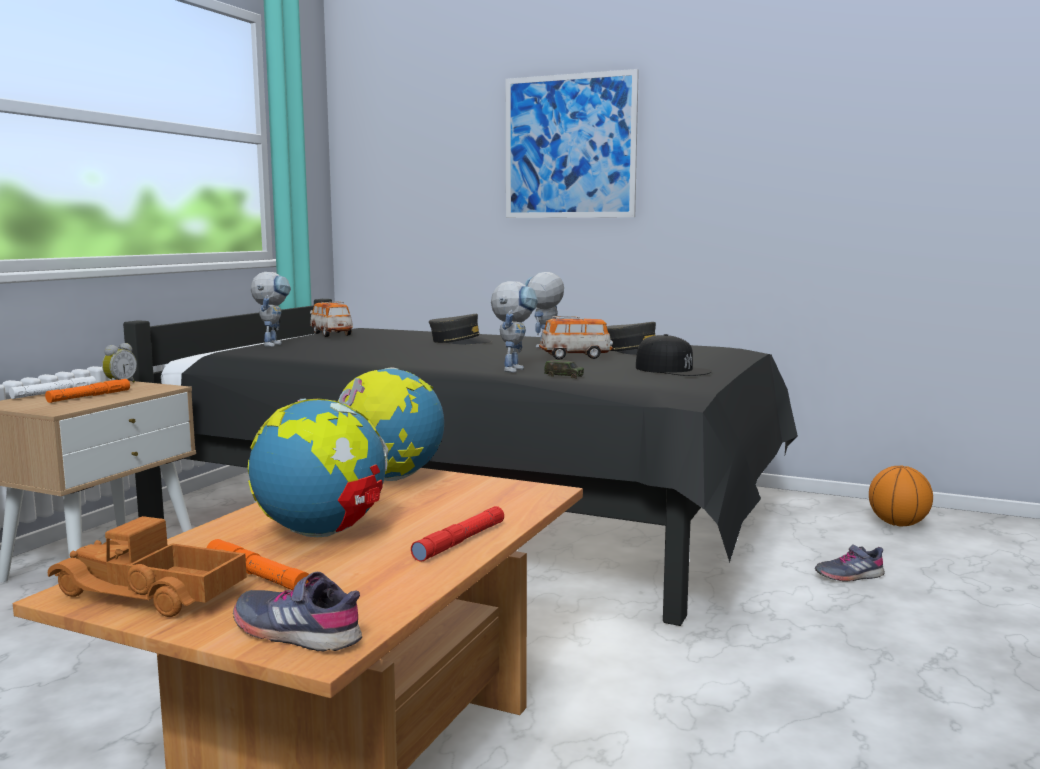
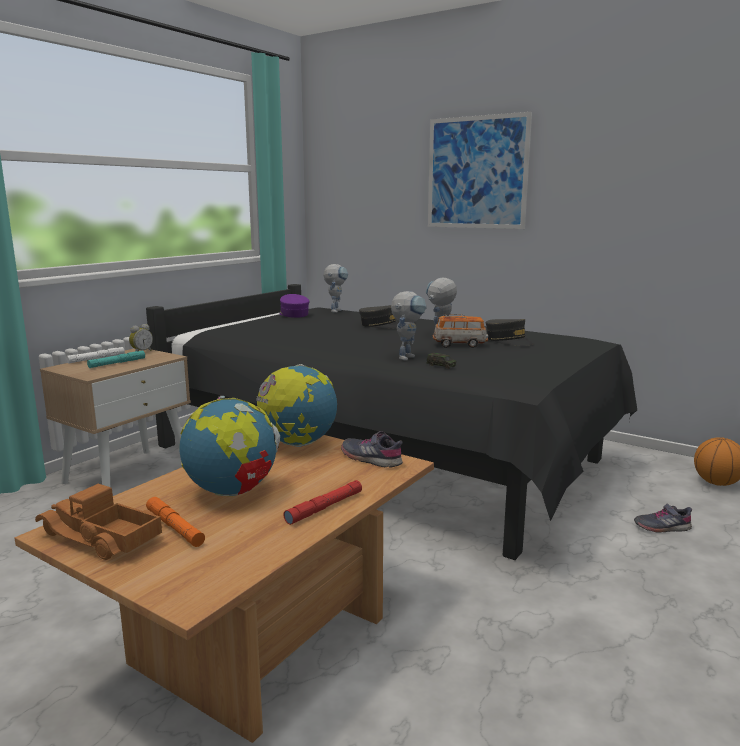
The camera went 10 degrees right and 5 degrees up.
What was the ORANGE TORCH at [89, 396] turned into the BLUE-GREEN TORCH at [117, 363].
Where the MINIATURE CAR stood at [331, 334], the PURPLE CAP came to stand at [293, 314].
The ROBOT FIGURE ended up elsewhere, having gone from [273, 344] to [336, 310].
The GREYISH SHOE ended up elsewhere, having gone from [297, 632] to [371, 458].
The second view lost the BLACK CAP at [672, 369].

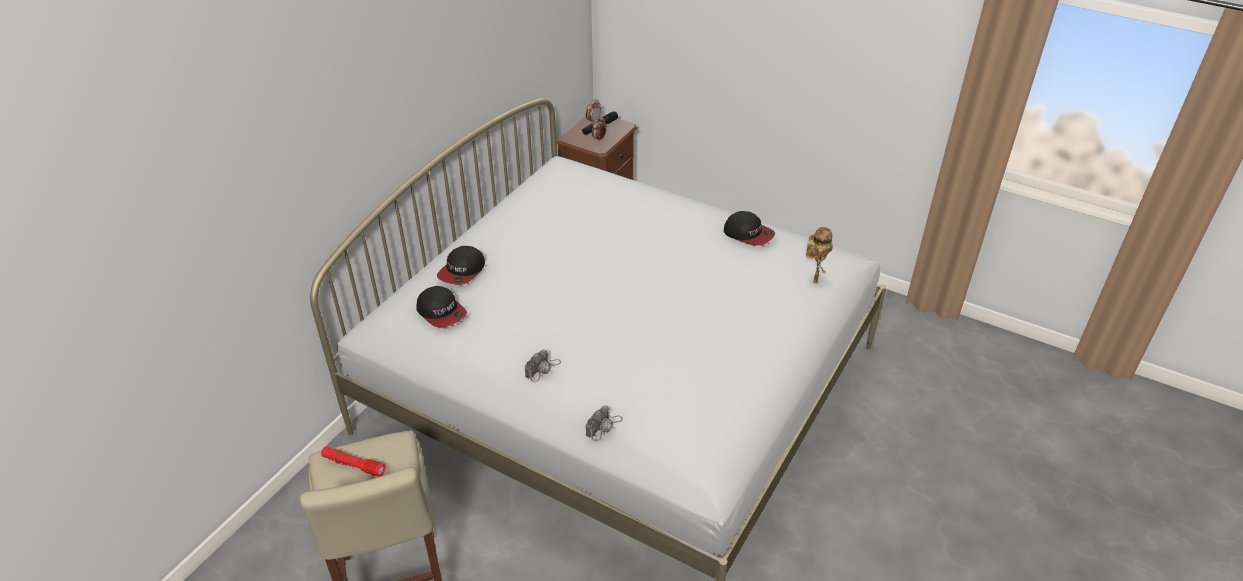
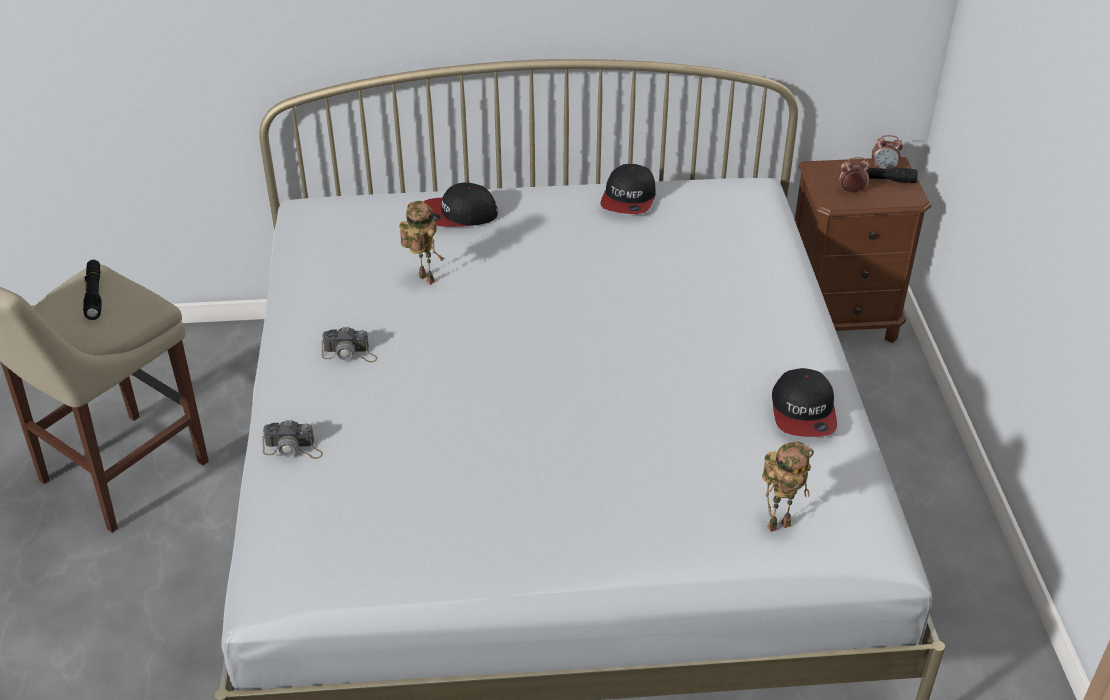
The camera went 55 degrees right and 0 degrees up.
What was the REDDISH TORCH at [353, 465] turned into the BLACK TORCH at [94, 295].
The second view gained the ROBOT FIGURE at [423, 279].
The CAP ended up elsewhere, having gone from [441, 312] to [629, 198].

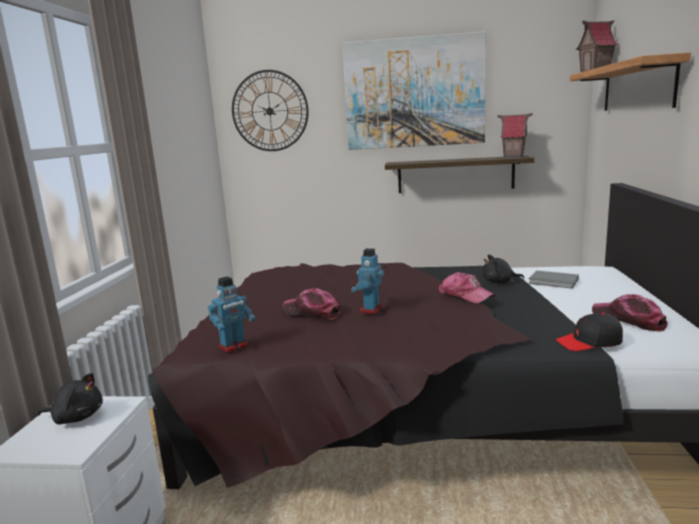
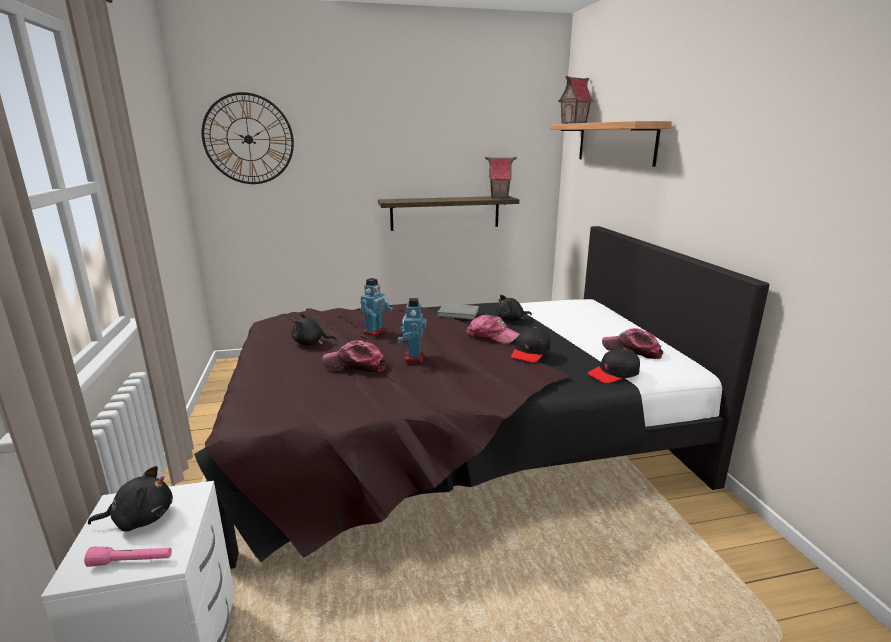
The camera went 20 degrees left and 5 degrees up.
The second view gained the PINK-COLOURED TORCH at [131, 561].
The second view gained the BLACK CUDDLY TOY at [310, 343].
The ROBOT FIGURE ended up elsewhere, having gone from [234, 346] to [375, 332].
The GREYISH BOUND BOOK ended up elsewhere, having gone from [554, 282] to [459, 313].
The second view gained the BLACK CAP at [530, 352].
The second view lost the PICTURE at [414, 93].

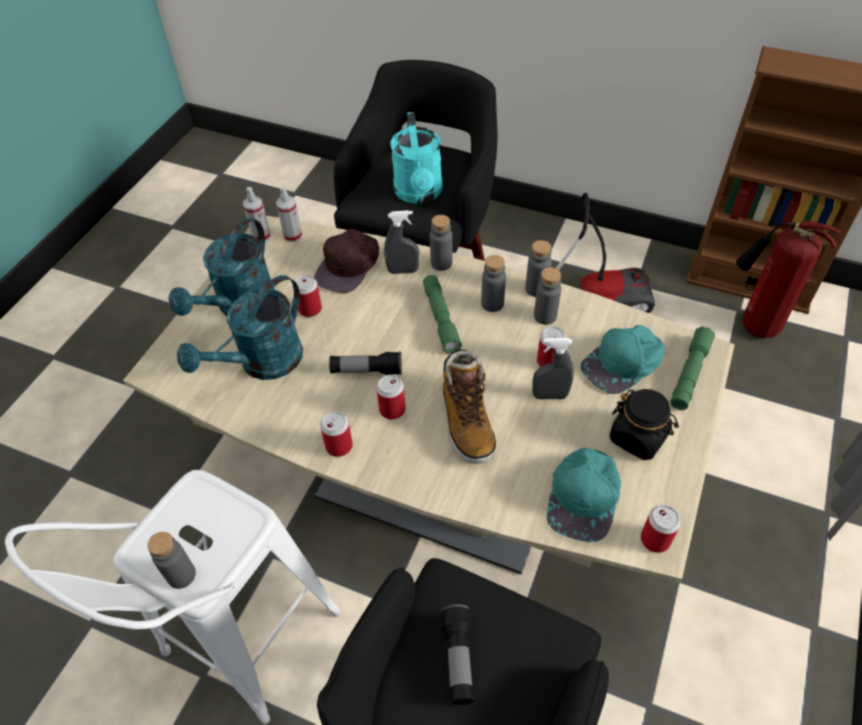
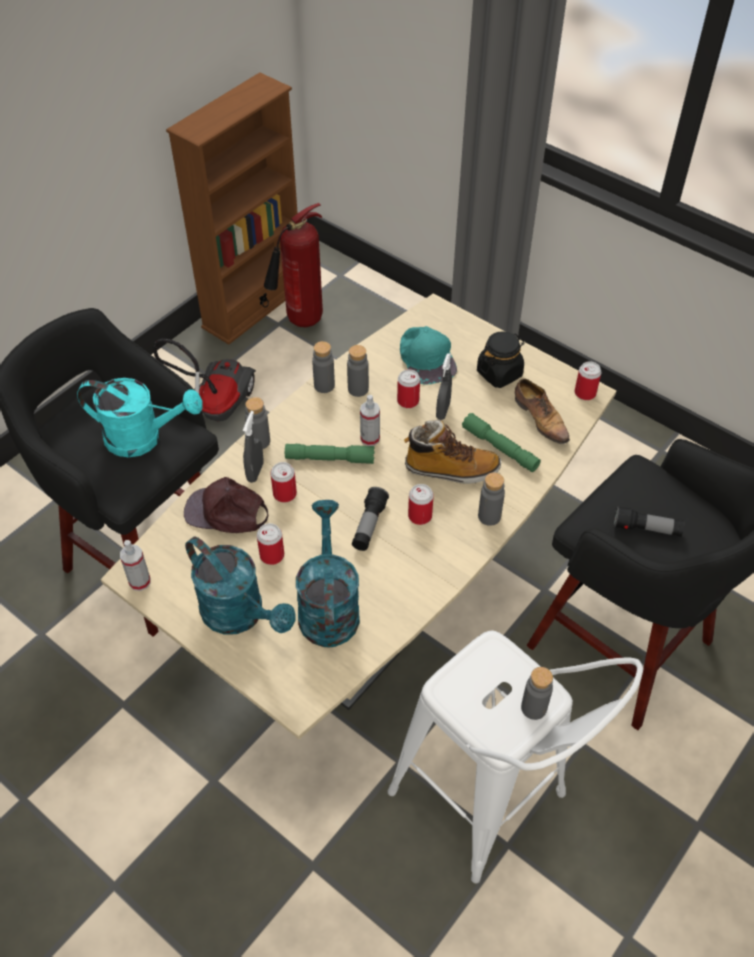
The camera went 75 degrees left and 0 degrees up.
The BROWN CAP at [349, 265] ended up facing another way, 150 degrees clockwise from before.
The METAL CAN ended up elsewhere, having gone from [339, 446] to [285, 494].
The BLUE-GREEN WATERING CAN at [262, 364] ended up facing another way, 150 degrees counterclockwise from before.
The HAND SPRAYER ended up elsewhere, having gone from [293, 236] to [370, 439].
The GREEN-COLOURED TORCH ended up elsewhere, having gone from [690, 373] to [500, 448].
The GREYISH BOTTLE ended up elsewhere, having gone from [492, 304] to [489, 516].
Where the BLUE-GREEN CAP stood at [584, 496], the SHOE came to stand at [540, 419].

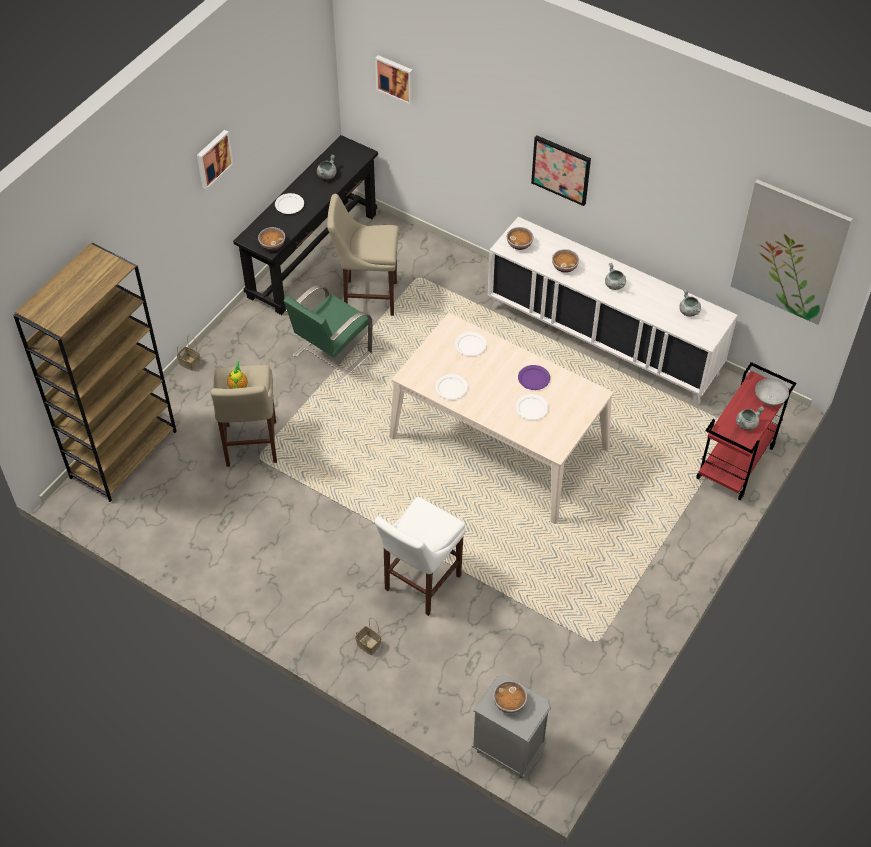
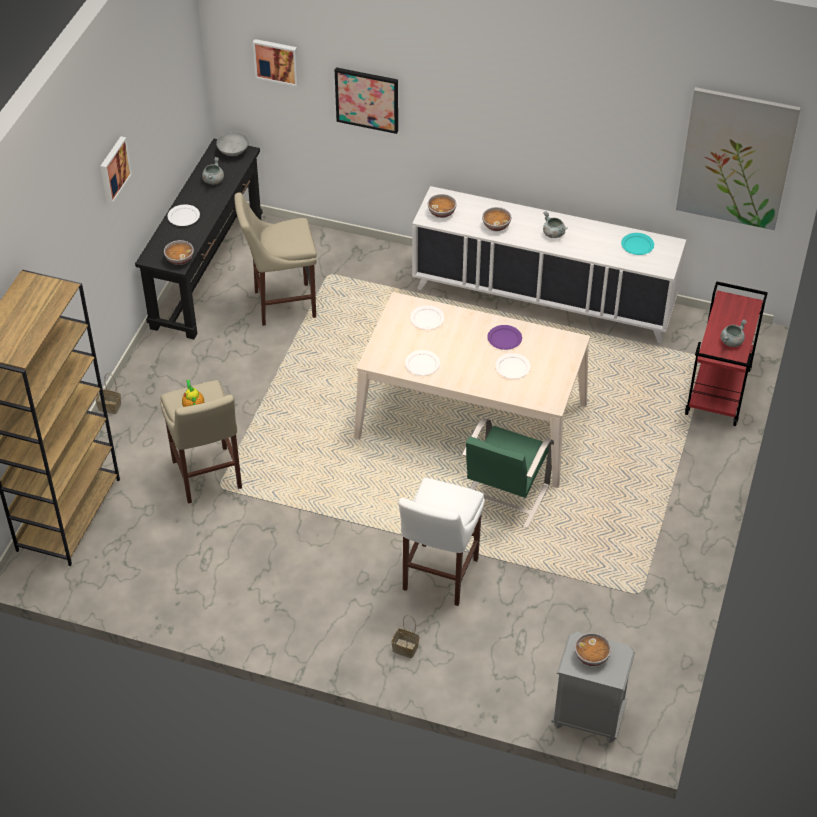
The camera went 15 degrees left and 5 degrees down.
The GREYISH DEEP DISH ended up elsewhere, having gone from [769, 398] to [232, 152].
The PICTURE ended up elsewhere, having gone from [561, 169] to [367, 99].
The GREEN-COLOURED CHAIR ended up elsewhere, having gone from [330, 354] to [504, 496].
Where the GREYISH STOCKPOT stood at [689, 311], the BLUE-GREEN DINNER PLATE came to stand at [637, 245].

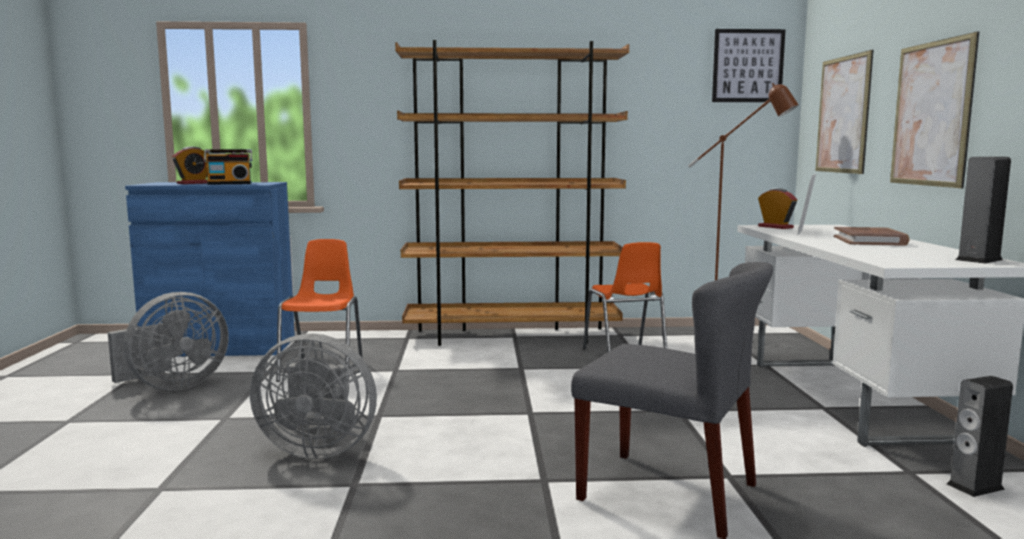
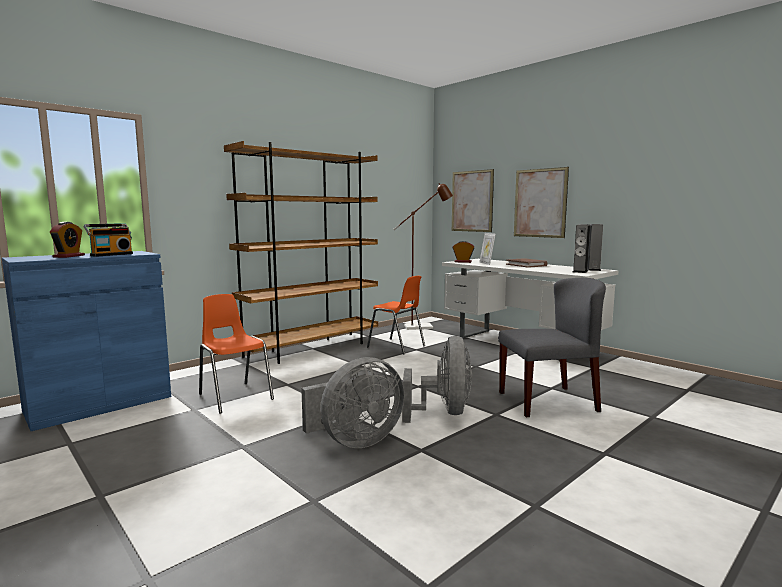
The camera went 40 degrees left and 0 degrees up.
The GREYISH FAN ended up elsewhere, having gone from [172, 386] to [444, 413].
The SPEAKER ended up elsewhere, having gone from [975, 486] to [580, 271].
The second view lost the PICTURE at [748, 66].

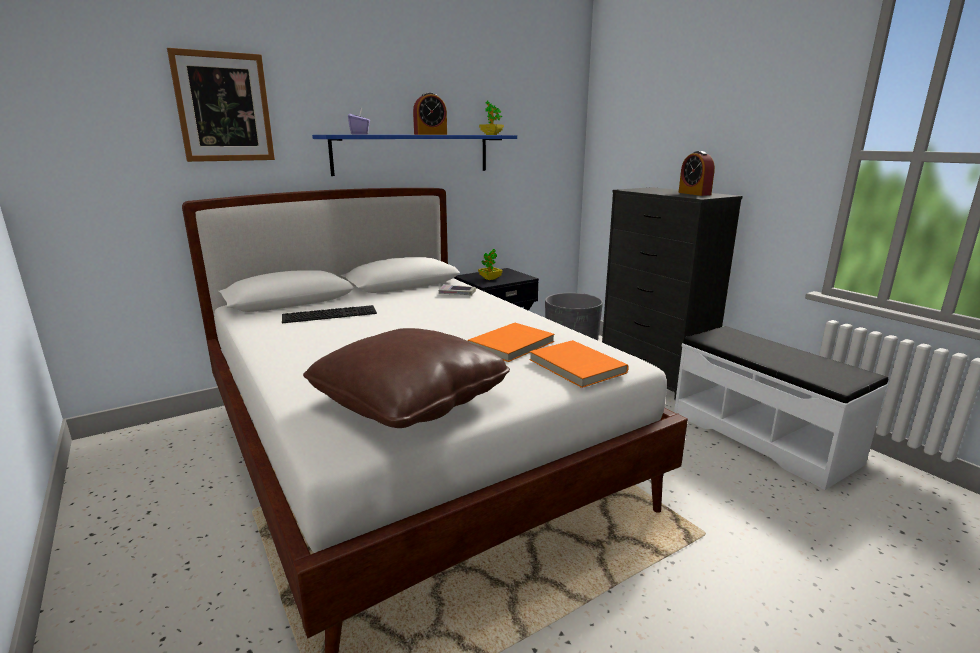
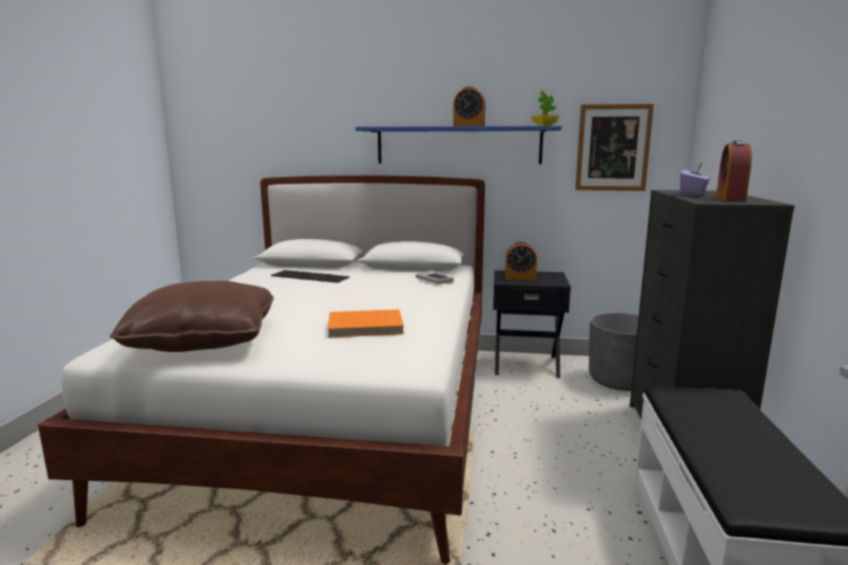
The camera went 40 degrees right and 5 degrees down.
Where the PLANT IN A POT stood at [490, 278], the ALARM CLOCK came to stand at [520, 278].
The PICTURE ended up elsewhere, having gone from [224, 107] to [613, 148].
The PURPLE TISSUE BOX ended up elsewhere, having gone from [360, 134] to [693, 194].
The second view lost the ORANGE BOUND BOOK at [575, 366].

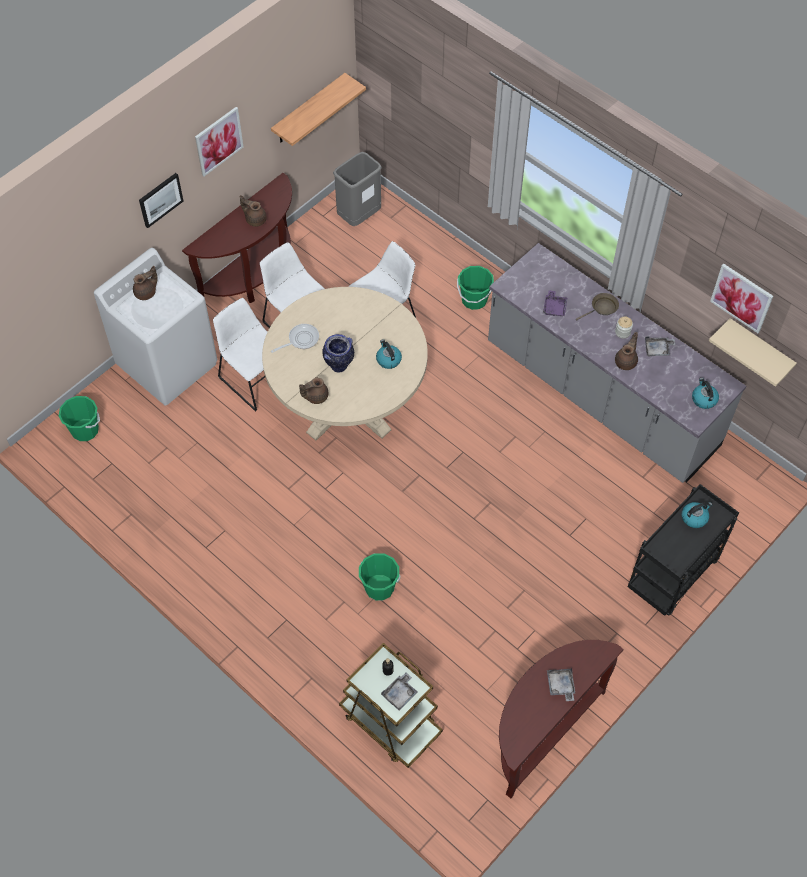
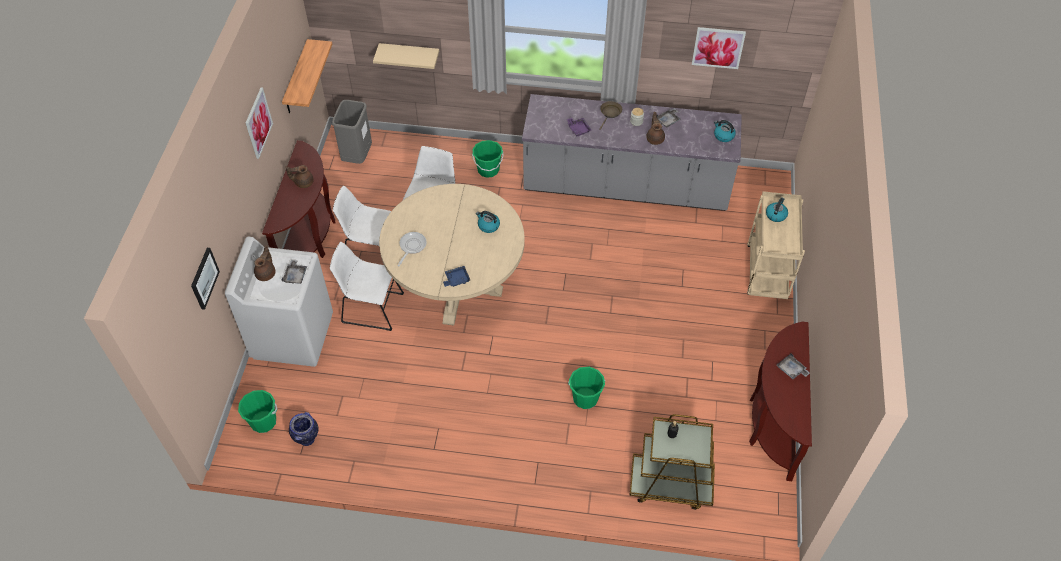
The camera went 35 degrees left and 5 degrees down.
The PICTURE ended up elsewhere, having gone from [160, 199] to [204, 278].
The GREYISH SERVING TRAY ended up elsewhere, having gone from [400, 694] to [295, 275].
The FLOWER VASE ended up elsewhere, having gone from [339, 365] to [307, 439].
The BEIGE-COLOURED WALL SHELF ended up elsewhere, having gone from [759, 348] to [410, 54].
Where the BROWN TEAPOT stood at [315, 396], the BLUE-COLOURED SERVING TRAY came to stand at [456, 279].
What was the BLACK TROLLEY at [672, 576] turned into the BEIGE-COLOURED TROLLEY at [767, 273].

